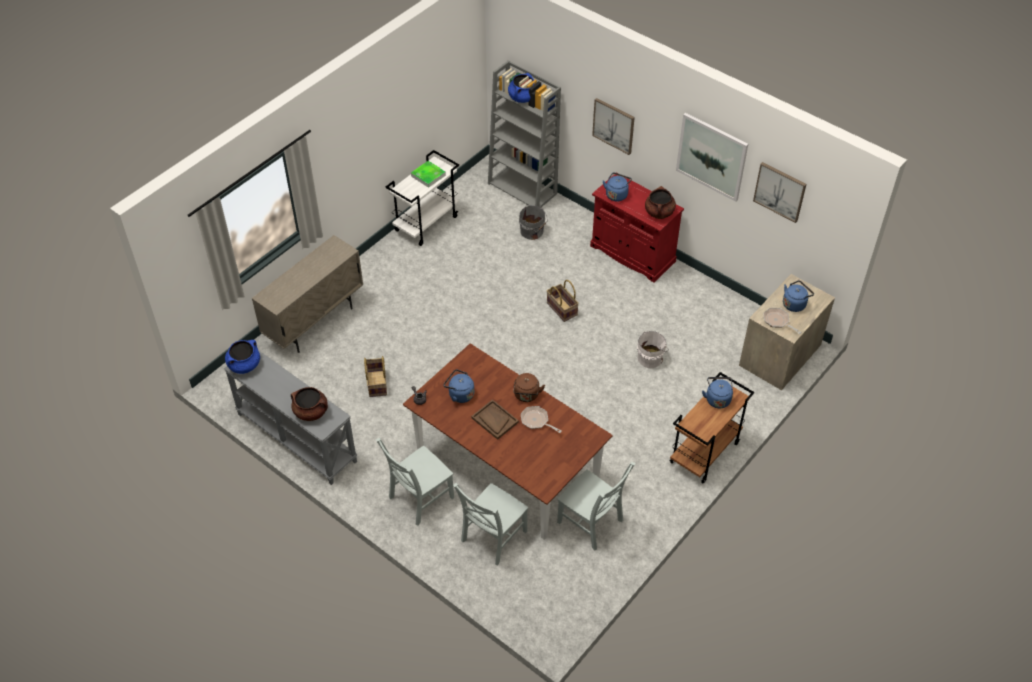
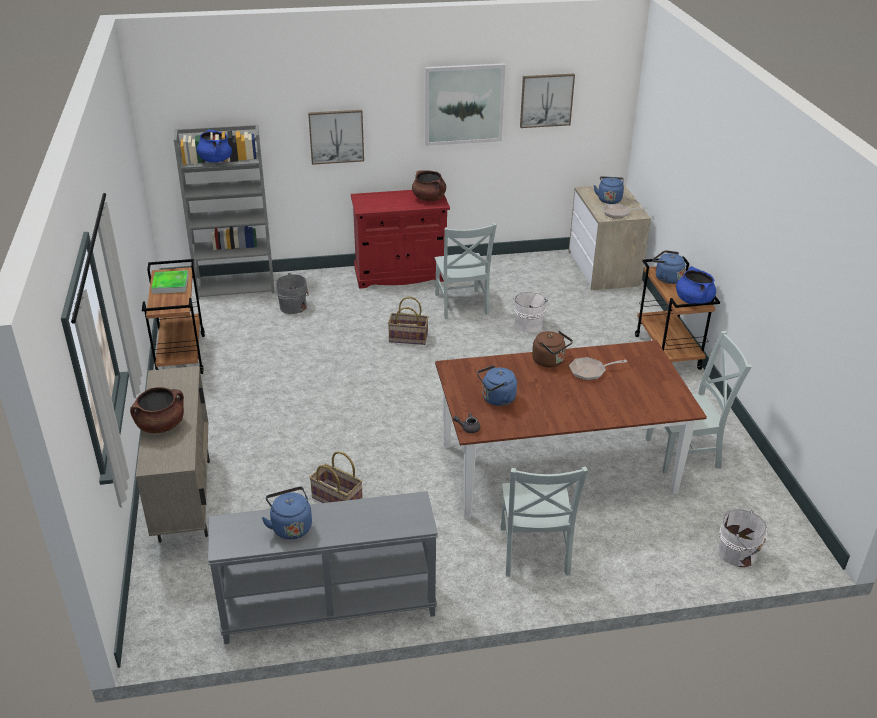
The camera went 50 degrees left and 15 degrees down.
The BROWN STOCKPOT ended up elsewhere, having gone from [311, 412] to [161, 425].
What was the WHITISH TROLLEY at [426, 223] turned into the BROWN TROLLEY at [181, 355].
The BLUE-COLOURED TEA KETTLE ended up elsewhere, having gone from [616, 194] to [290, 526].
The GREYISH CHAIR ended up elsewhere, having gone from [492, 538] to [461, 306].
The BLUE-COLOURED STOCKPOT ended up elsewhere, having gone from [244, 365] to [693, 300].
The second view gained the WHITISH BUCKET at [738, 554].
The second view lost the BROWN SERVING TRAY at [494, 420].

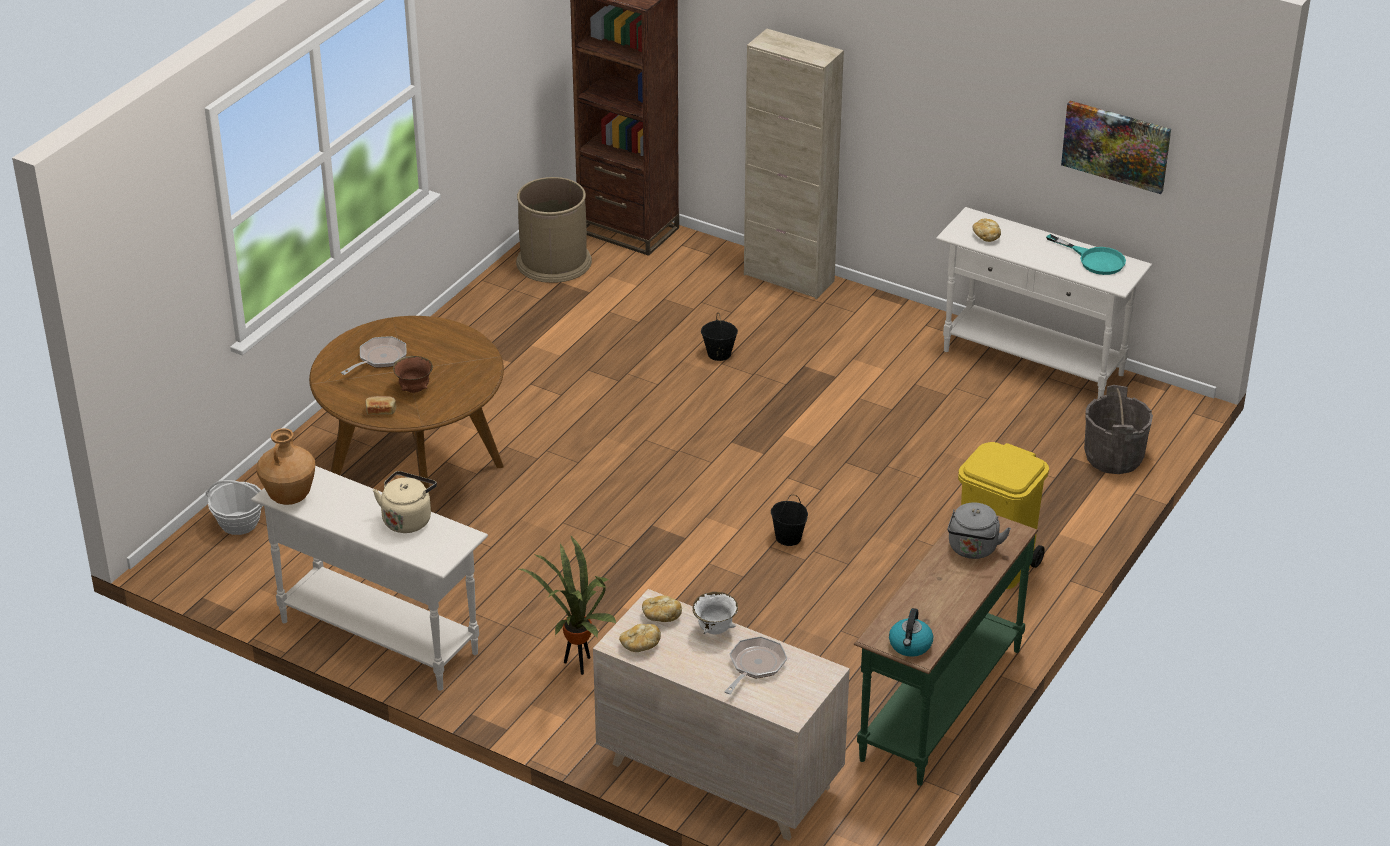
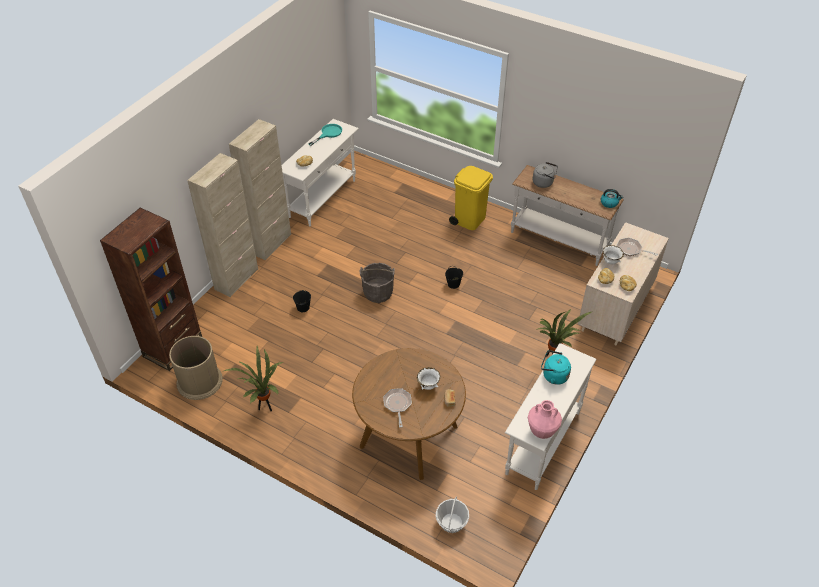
The camera went 90 degrees left and 10 degrees up.
The second view gained the PLANT IN A POT at [265, 407].
The second view gained the BEIGE-COLOURED CUPBOARD at [271, 244].
The GREYISH BUCKET ended up elsewhere, having gone from [1114, 457] to [378, 292].
The PAN at [379, 358] ended up facing another way, 45 degrees clockwise from before.
What was the BROWN DEEP DISH at [414, 389] turned into the WHITISH DEEP DISH at [428, 386].
What was the GREEN-COLOURED CONSOLE TABLE at [938, 703] turned into the WHITISH CONSOLE TABLE at [558, 241].
What was the BROWN FLOWER VASE at [290, 497] turned into the PINK-COLOURED FLOWER VASE at [541, 431].
What was the BEIGE-COLOURED TEA KETTLE at [408, 519] turned into the BLUE-GREEN TEA KETTLE at [553, 376].
The second view lost the PICTURE at [1116, 145].

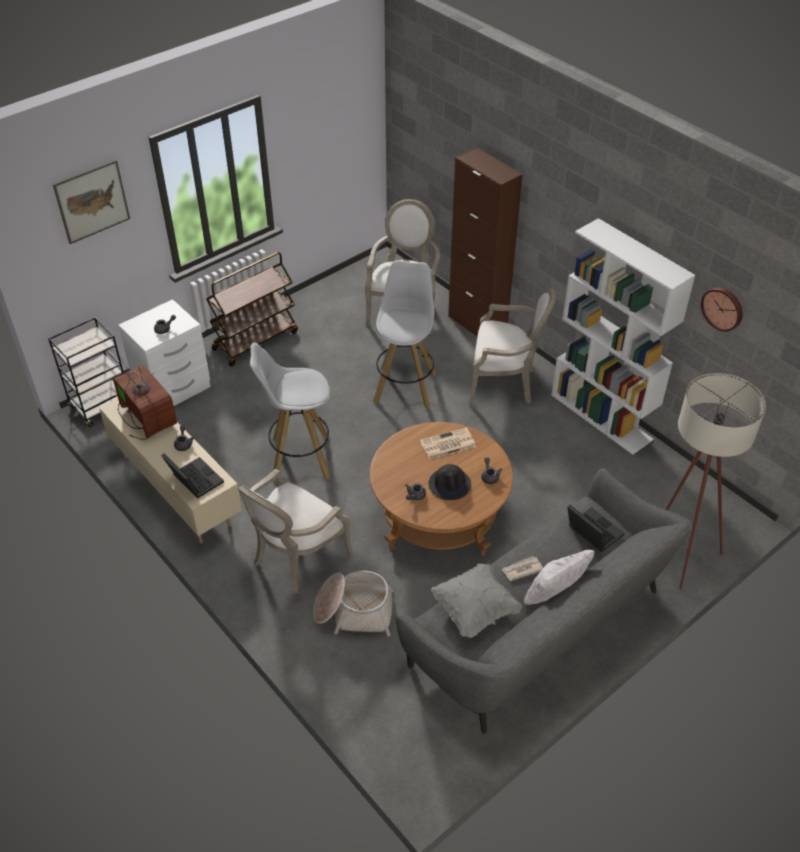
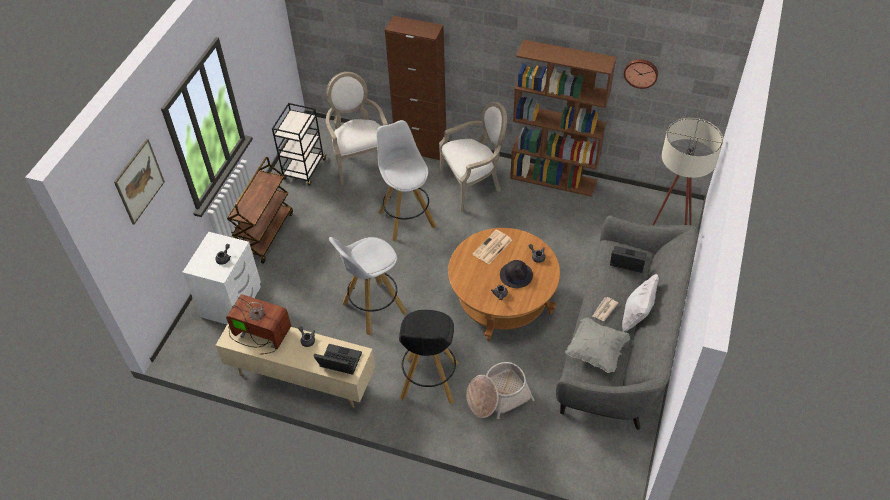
The camera went 30 degrees left and 5 degrees up.
The BLACK TROLLEY ended up elsewhere, having gone from [102, 406] to [304, 170].
Where the ARMCHAIR stood at [295, 558], the BLACK SITTING STOOL came to stand at [429, 382].
What was the WHITISH BOOKSHELF at [602, 417] turned into the BROWN BOOKSHELF at [554, 179].

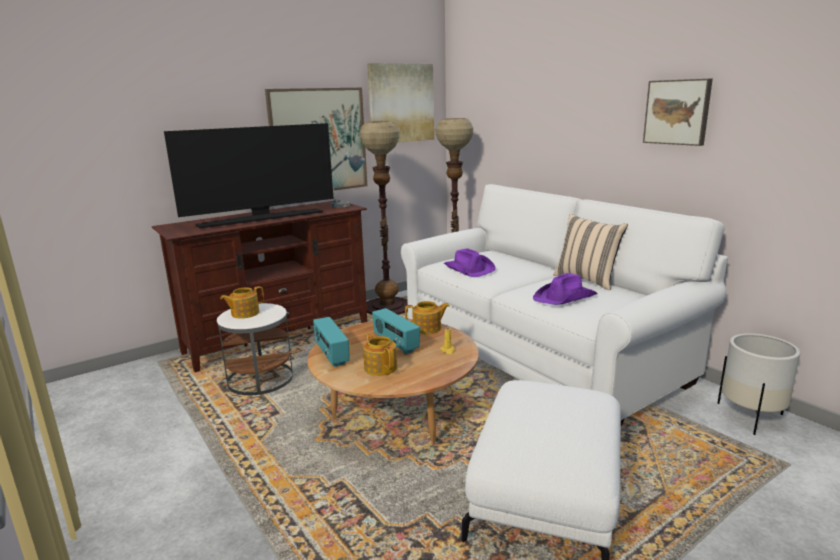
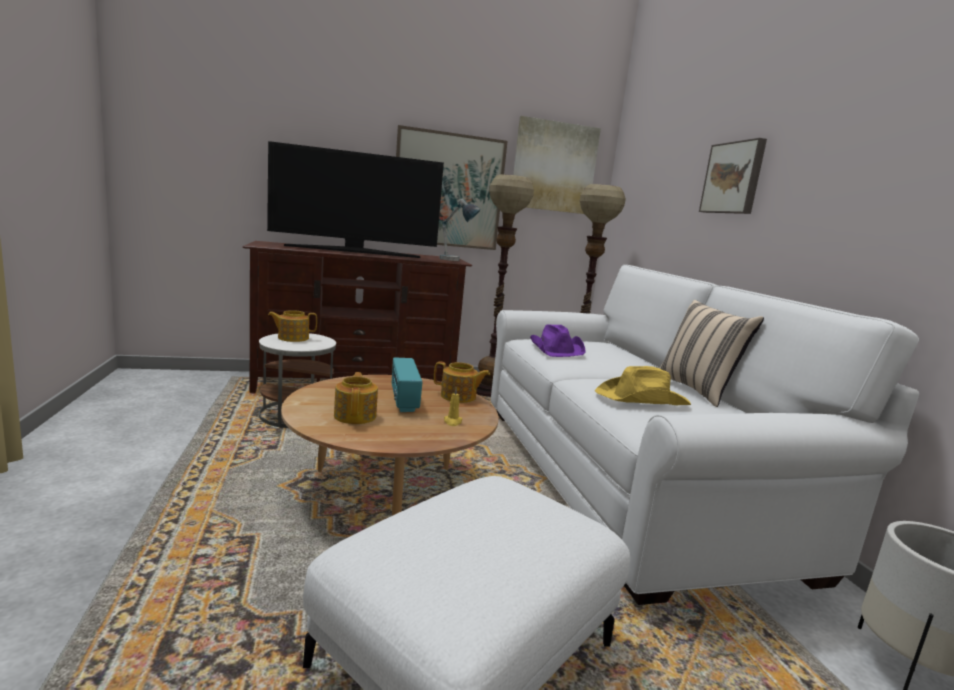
The camera went 20 degrees right and 5 degrees down.
What was the PURPLE WEARABLE HAT at [565, 297] turned into the YELLOW-COLOURED WEARABLE HAT at [642, 399].
The PICTURE ended up elsewhere, having gone from [677, 112] to [733, 178].
The second view lost the RADIO SET at [331, 355].

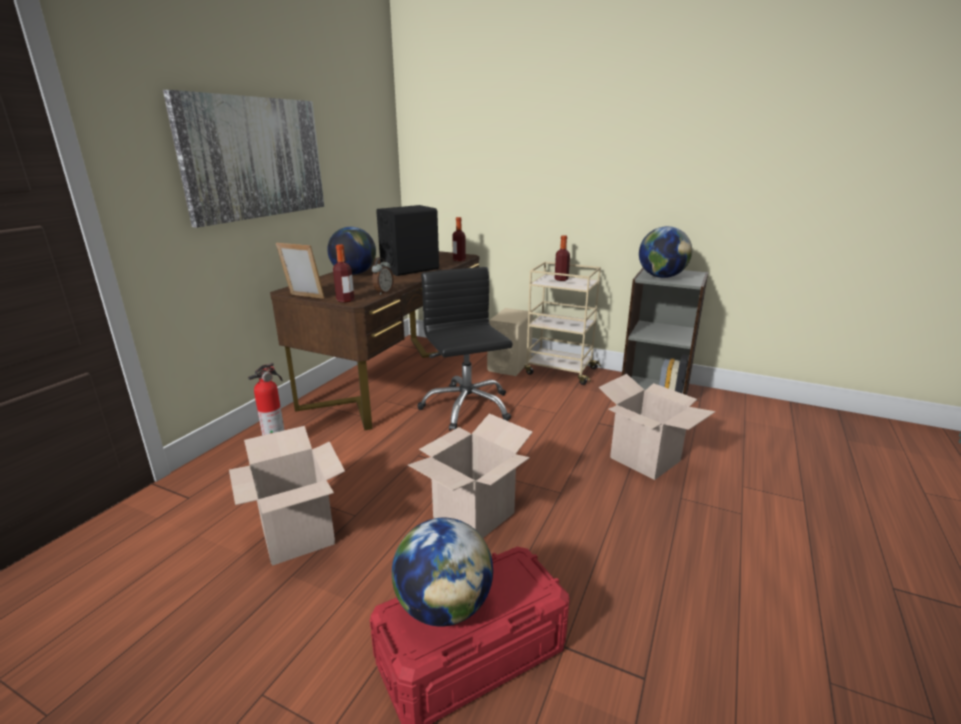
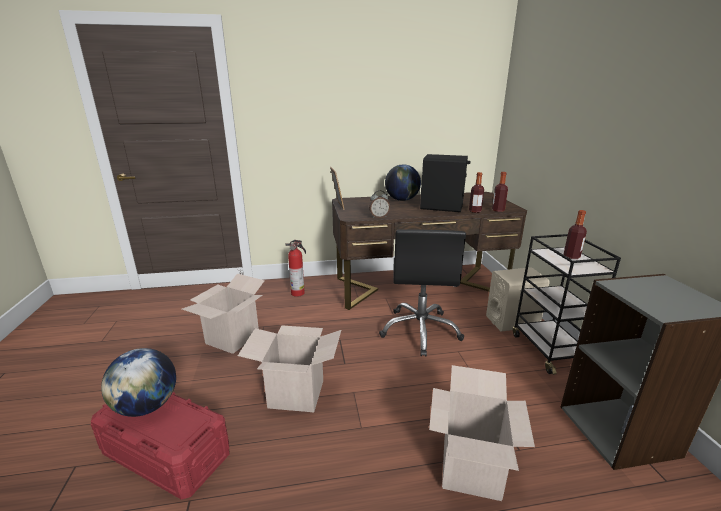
The camera went 55 degrees right and 0 degrees up.
The BLACK DESK CHAIR at [466, 407] ended up facing another way, 150 degrees clockwise from before.
The BOTTLE ended up elsewhere, having gone from [345, 300] to [475, 211].
What was the BEIGE-COLOURED TROLLEY at [559, 371] turned into the BLACK TROLLEY at [549, 350].
The second view lost the PICTURE at [255, 158].
The second view lost the DESK GLOBE at [661, 277].

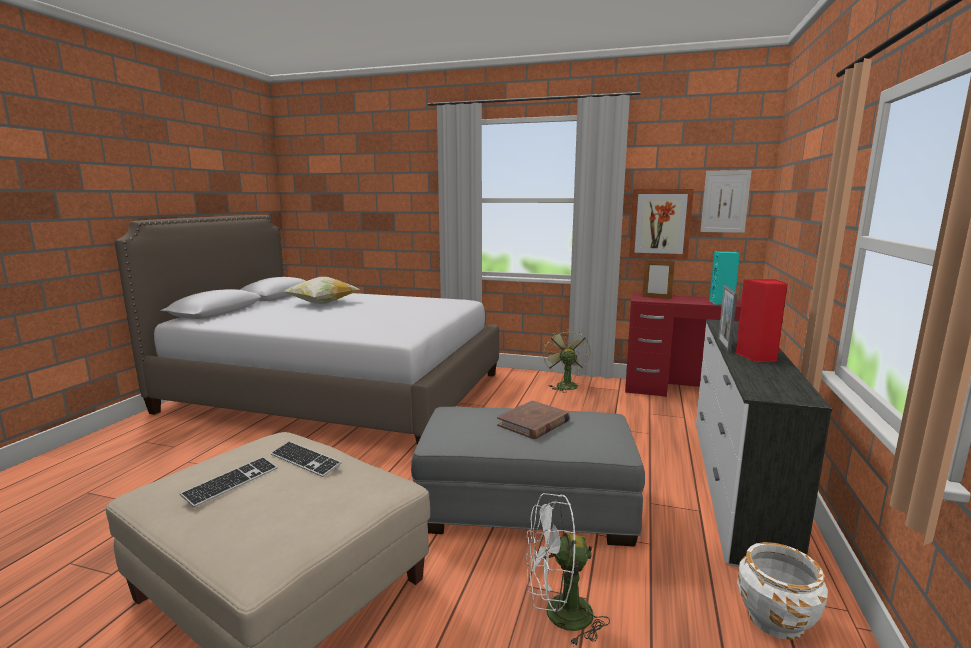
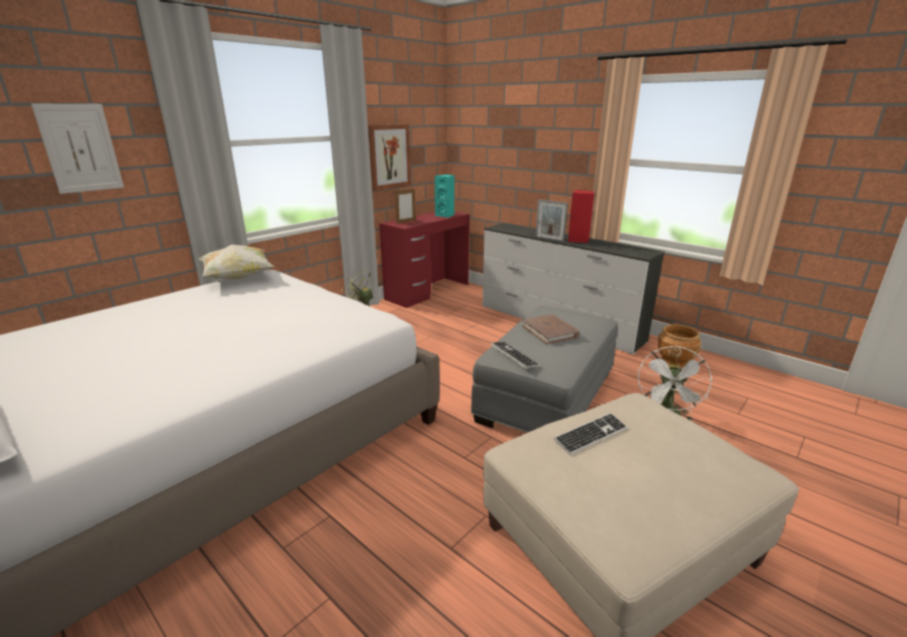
The camera went 65 degrees left and 10 degrees up.
The PICTURE ended up elsewhere, having gone from [725, 201] to [80, 148].
The PILLOW ended up elsewhere, having gone from [322, 303] to [238, 278].
The COMPUTER KEYBOARD ended up elsewhere, having gone from [231, 483] to [514, 355].
What was the WHITISH FLOWER POT at [776, 619] turned into the BROWN FLOWER POT at [675, 360].

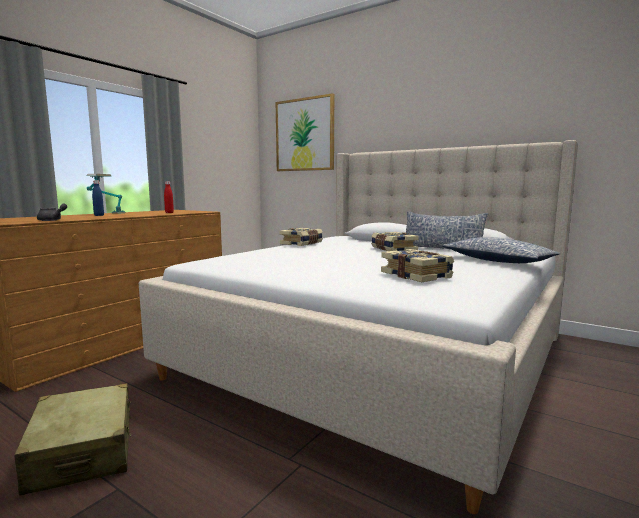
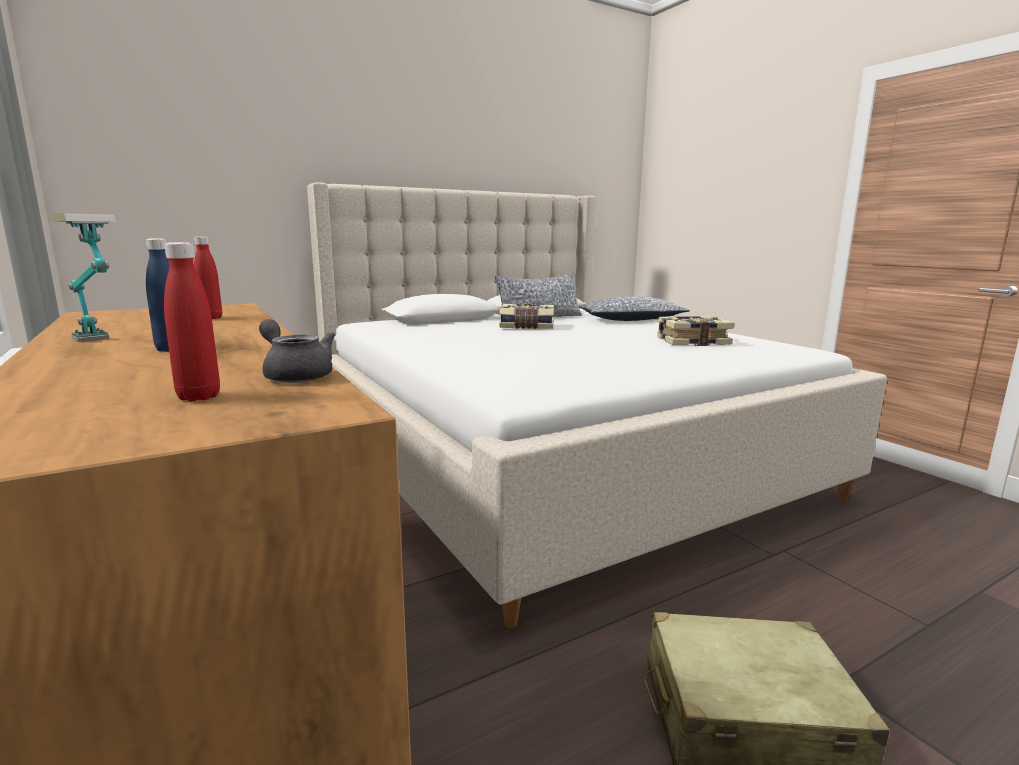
The camera went 65 degrees left and 5 degrees up.
The second view gained the REDDISH BOTTLE at [199, 397].
The second view lost the PICTURE at [304, 135].
The second view lost the BOUND BOOK at [302, 244].

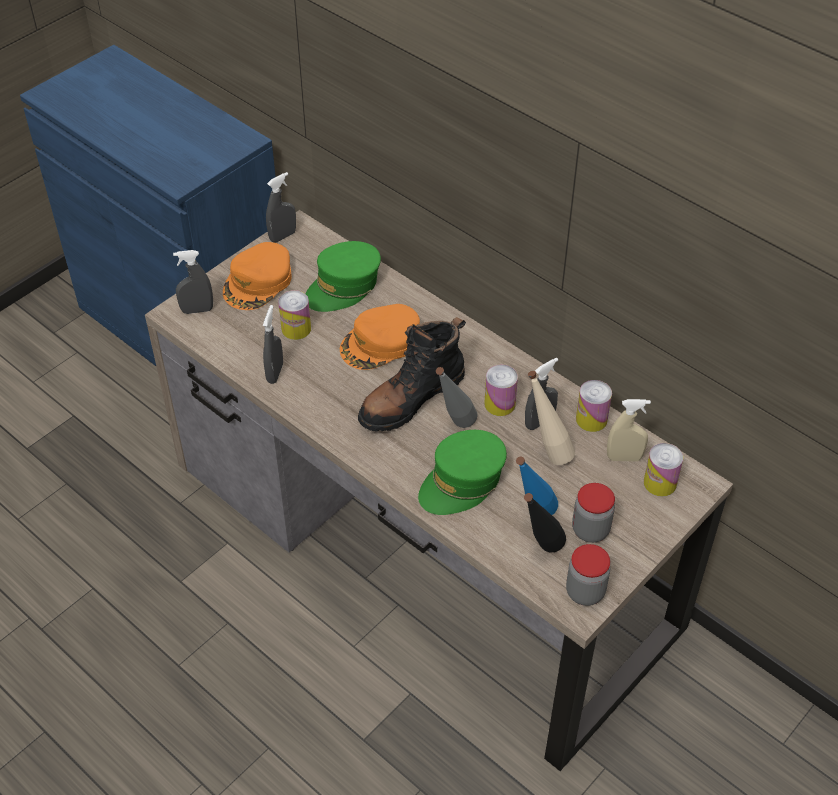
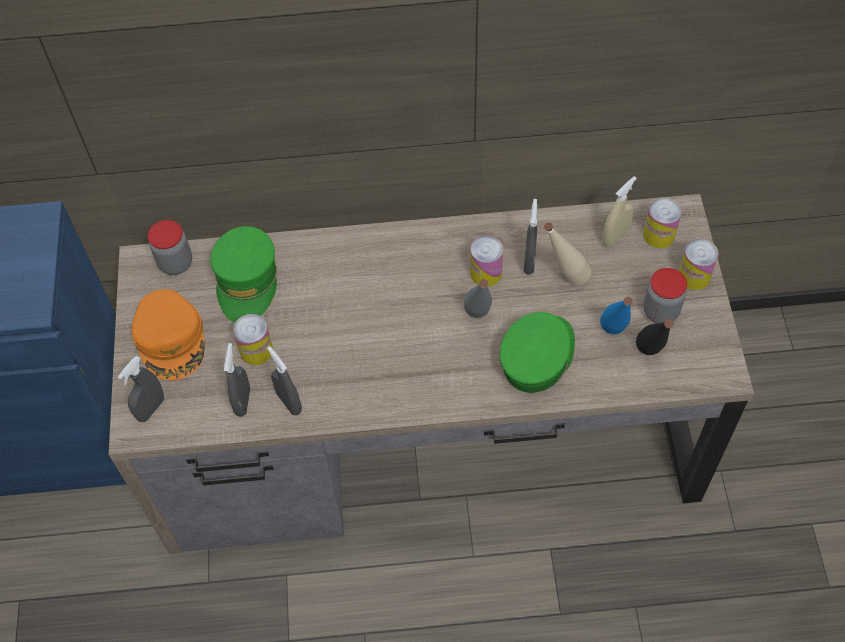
The camera went 45 degrees left and 10 degrees up.
The PRESERVE JAR ended up elsewhere, having gone from [585, 592] to [176, 263].
The GREYISH HAND SPRAYER ended up elsewhere, having gone from [283, 236] to [243, 402].
The GREEN-COLOURED CAP at [462, 482] ended up facing another way, 150 degrees counterclockwise from before.
The METAL CAN ended up elsewhere, having gone from [591, 419] to [694, 276].
The second view lost the ORANGE CAP at [380, 343].
The second view lost the BLACK BOOT at [411, 398].

